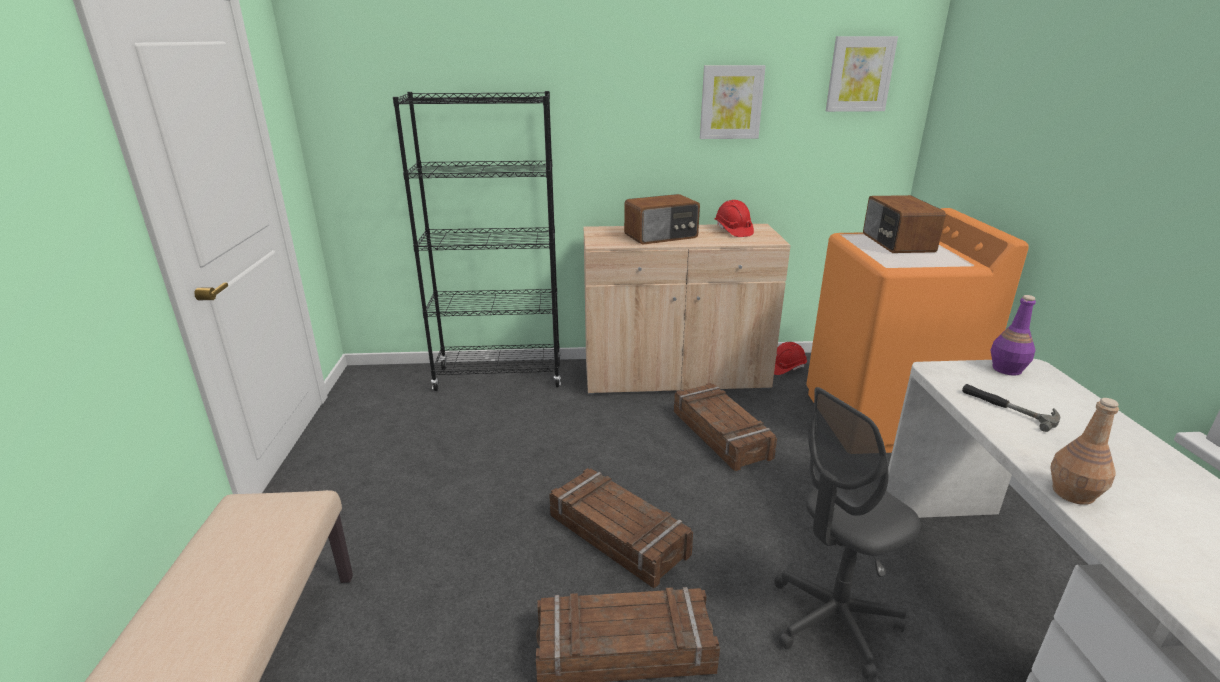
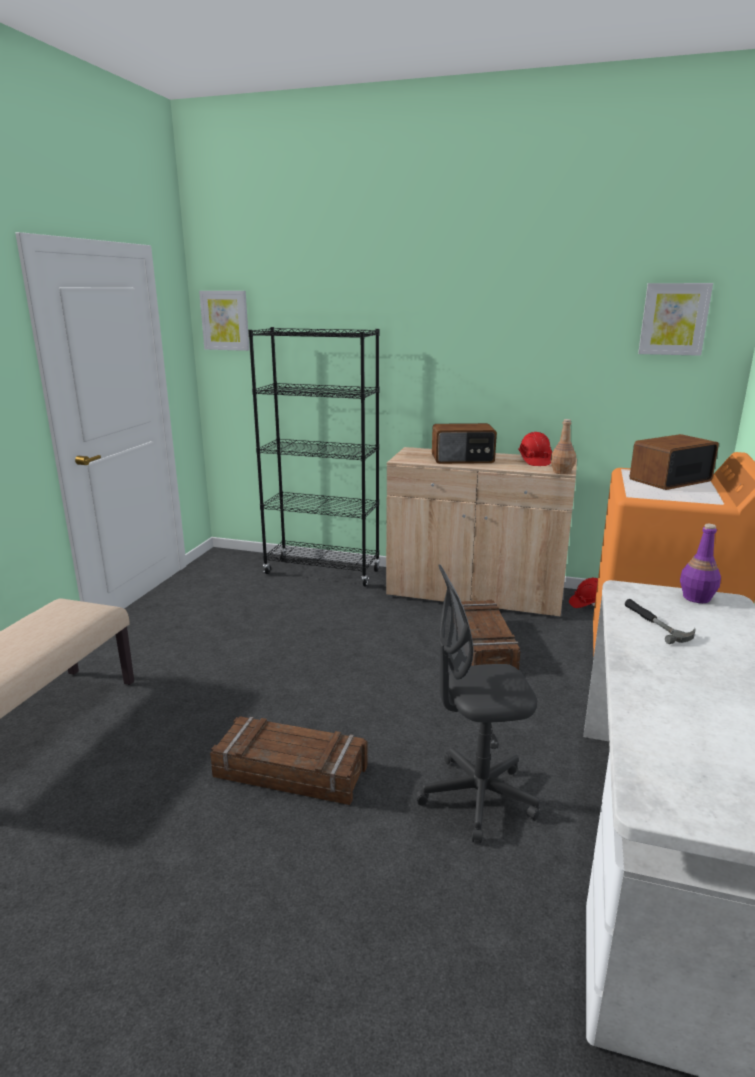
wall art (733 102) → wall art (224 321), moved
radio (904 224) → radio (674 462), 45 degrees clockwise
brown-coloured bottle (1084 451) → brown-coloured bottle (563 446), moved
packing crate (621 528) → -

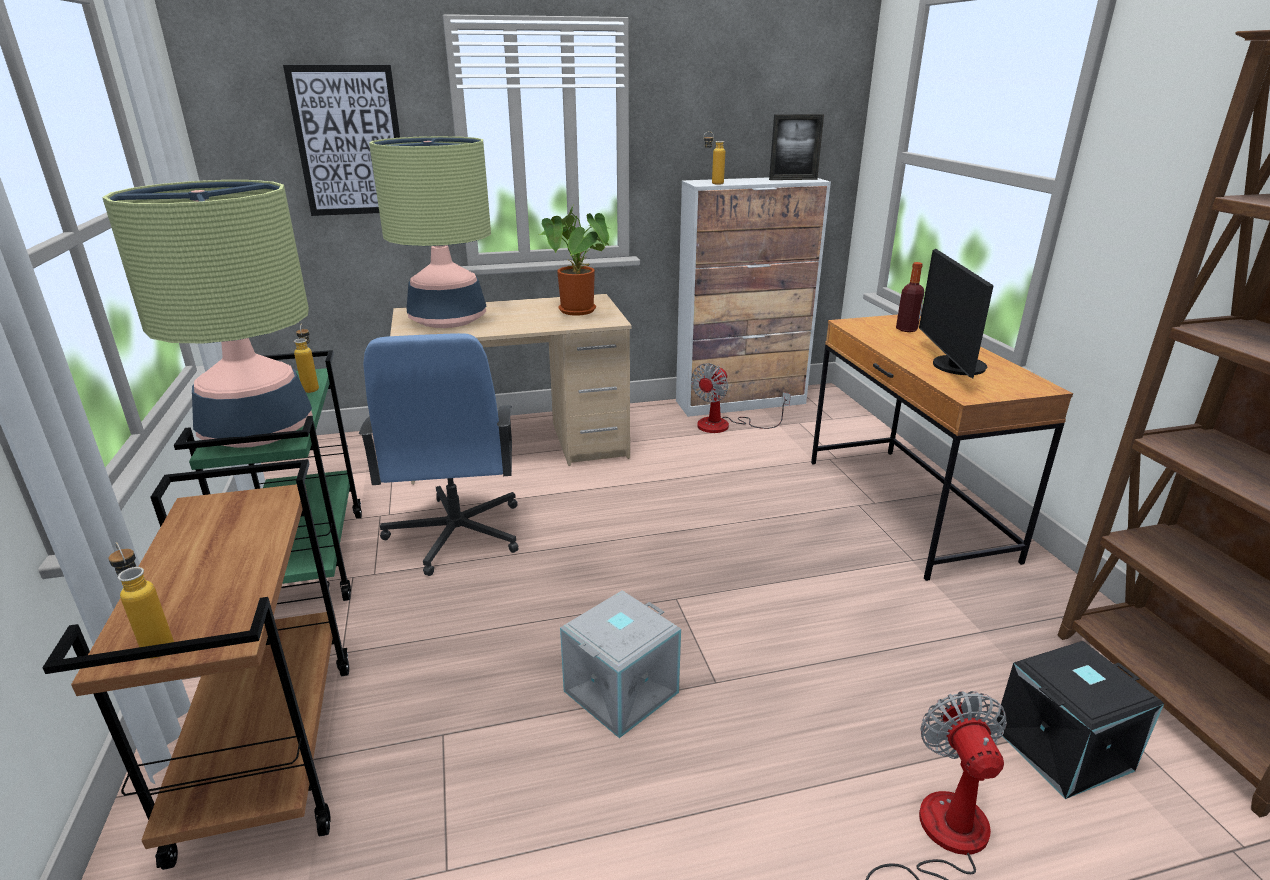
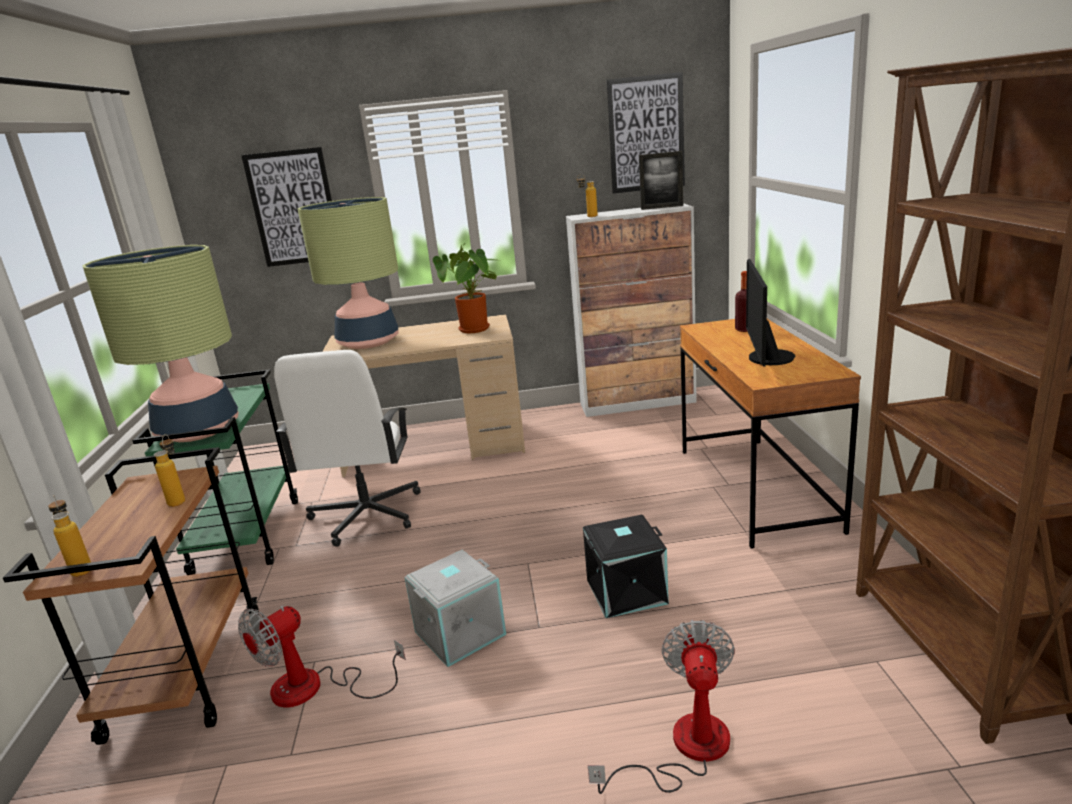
bottle (306 358) → bottle (169 470), moved
bluish office chair (439 454) → white office chair (347 448)
fan (741 398) → fan (322 656), moved
black-coloured storage container (1080 720) → black-coloured storage container (626 566), moved
- → wall art (645 133)

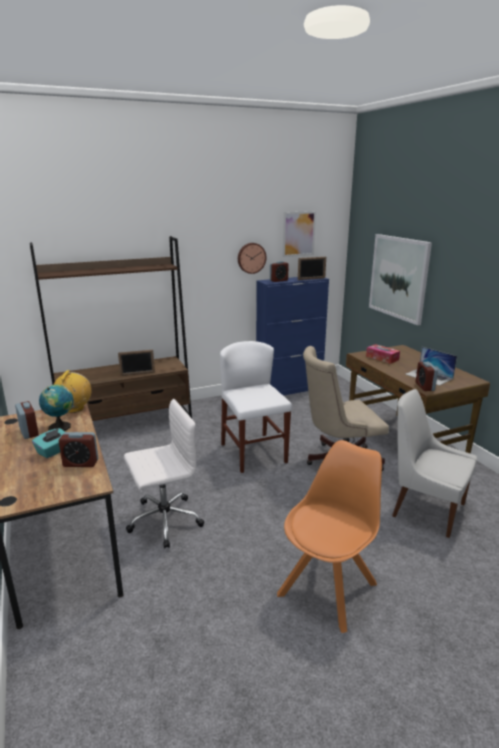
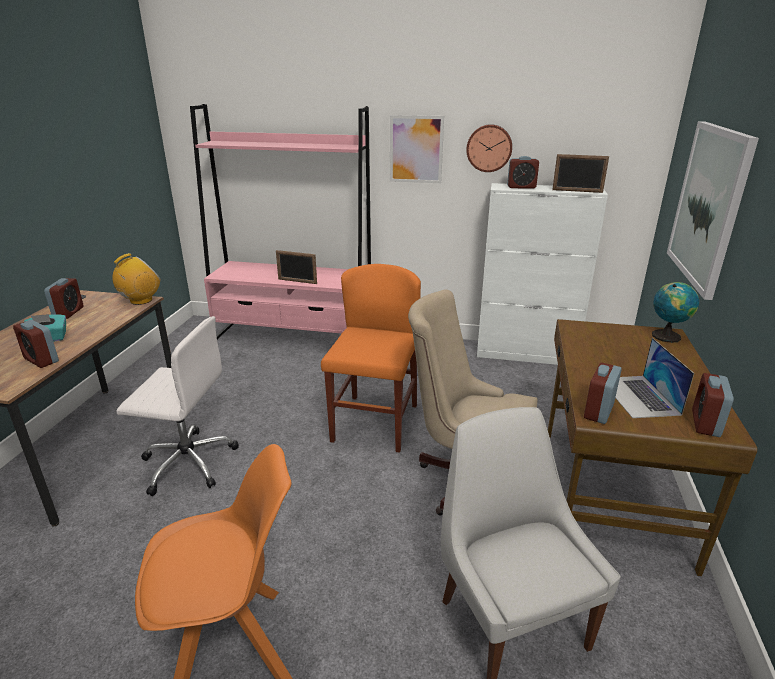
wall art (299 234) → wall art (417 149), moved
brown-coloured shelving unit (111 328) → pink-coloured shelving unit (280 221)
bluish cupboard (292 336) → white cupboard (542 274)
white chair (256 407) → orangey chair (371 358)
tissue holder (383 354) → -
desk globe (56 408) → desk globe (675 312), moved
- → bedside clock (713 405)

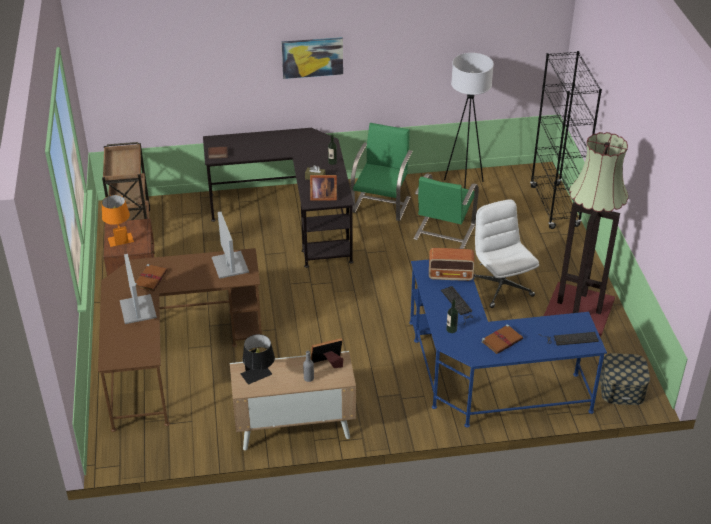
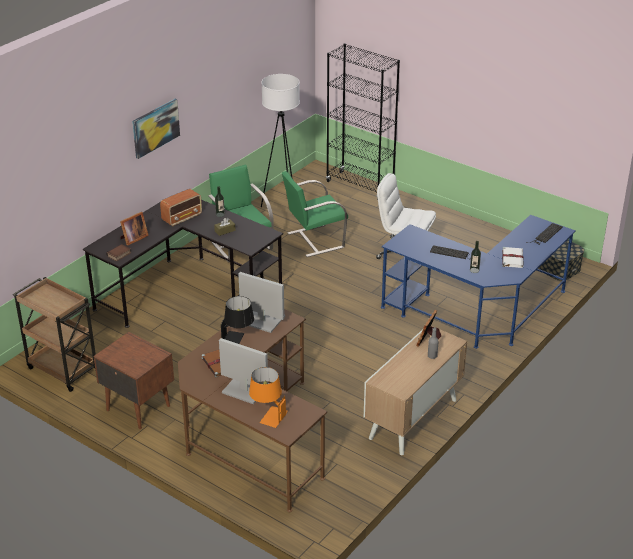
floor lamp (586 234) → -
greenish chair (446 211) → greenish chair (315 214), 90 degrees clockwise
standing frame (323 188) → standing frame (134 229), moved
orangey table lamp (118 221) → orangey table lamp (268 397), moved
radio (451 264) → radio (181 207), moved
brown-coloured volume (502 339) → white volume (512 257)
black-coloured table lamp (257 359) → black-coloured table lamp (237 320), moved

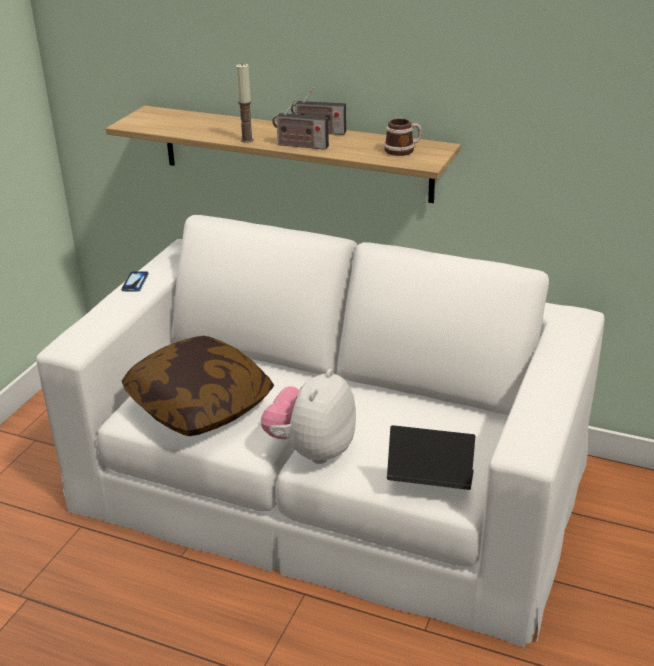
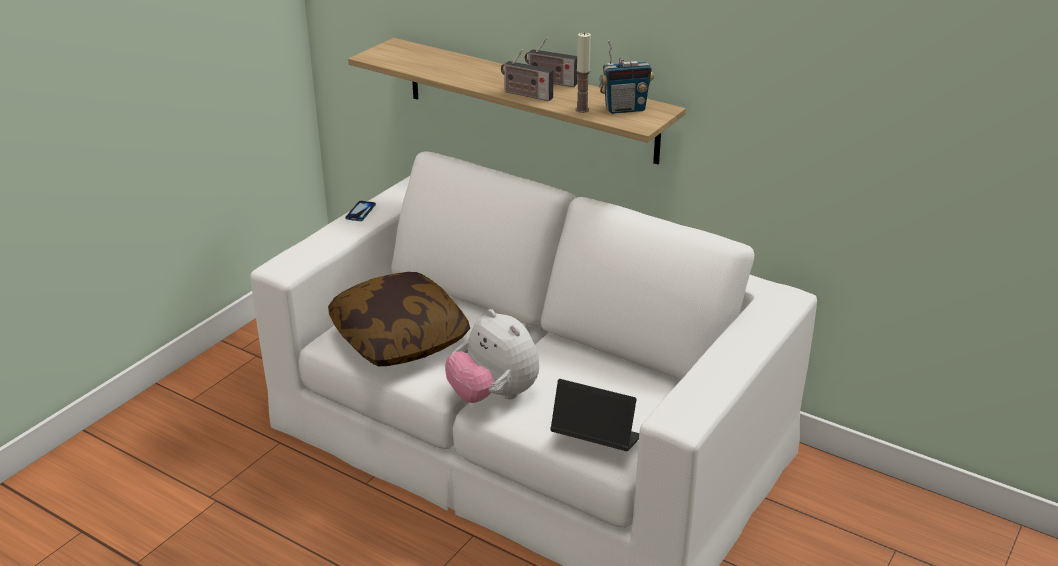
wax candle (245 103) → wax candle (583 72), moved
coffee mug (403 137) → radio (626 77)
cuddly toy (308 416) → cuddly toy (492 356), 75 degrees counterclockwise

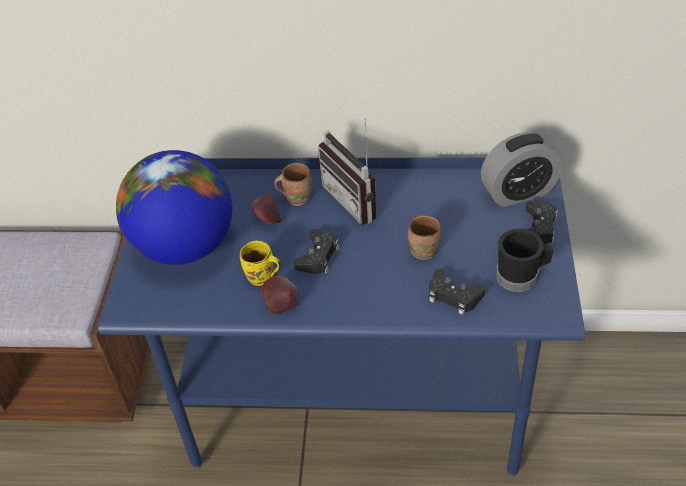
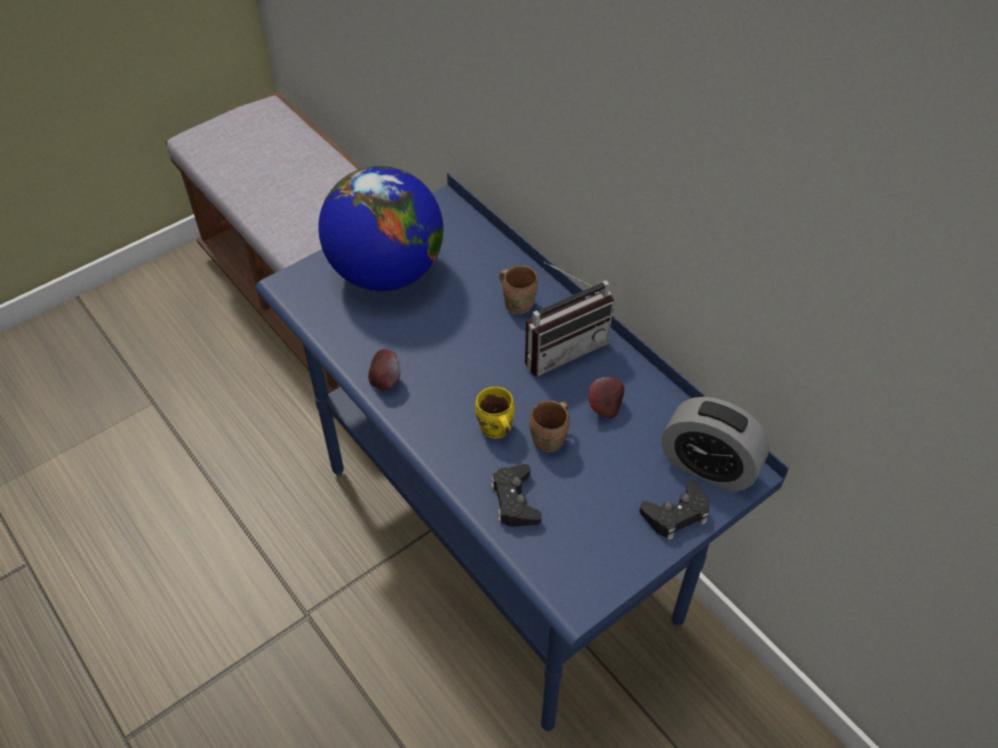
radio (347 171) → radio (569 319), 135 degrees counterclockwise
apple fruit (266 209) → apple fruit (606 397), moved
black-coloured joypad (316 251) → -
black-coloured coffee mug (524 260) → -
yellow coffee mug (260 263) → yellow coffee mug (495 413), moved

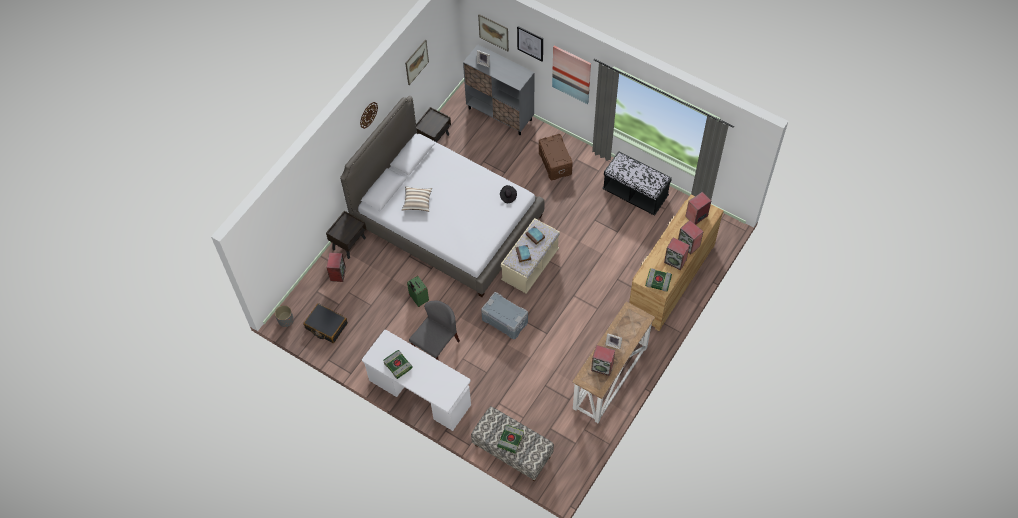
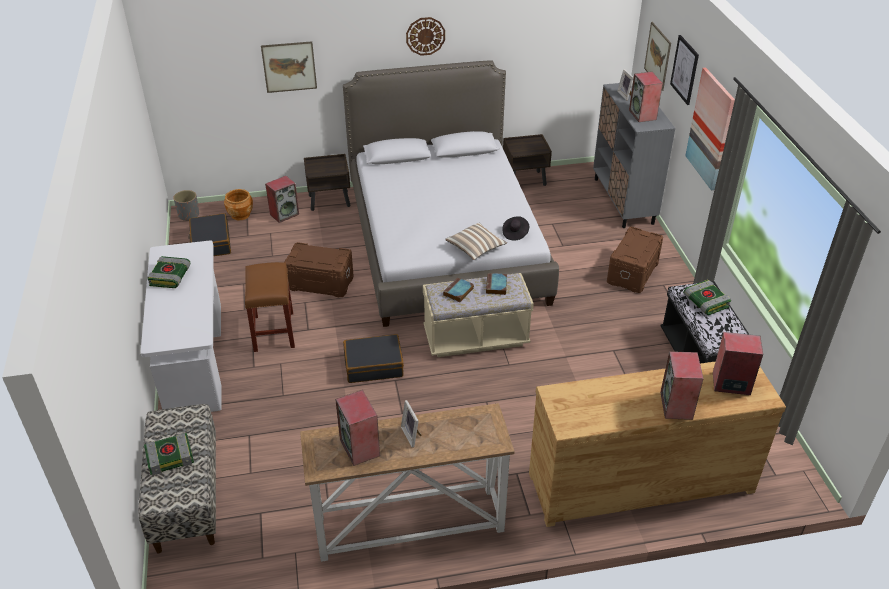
wall art (417 62) → wall art (289 67), moved
pillow (417 199) → pillow (476 241), moved
loudspeaker (677 253) → loudspeaker (646 97), moved
volume (658 280) → volume (707 297), moved
greenish piece of luggage (418 291) → brown-coloured storage container (319 269)
grey storage container (504 315) → black-coloured piece of luggage (373 358)
grey chair (434 330) → brown-coloured stool seat (270 307)
- → brown-coloured plant pot (238 204)

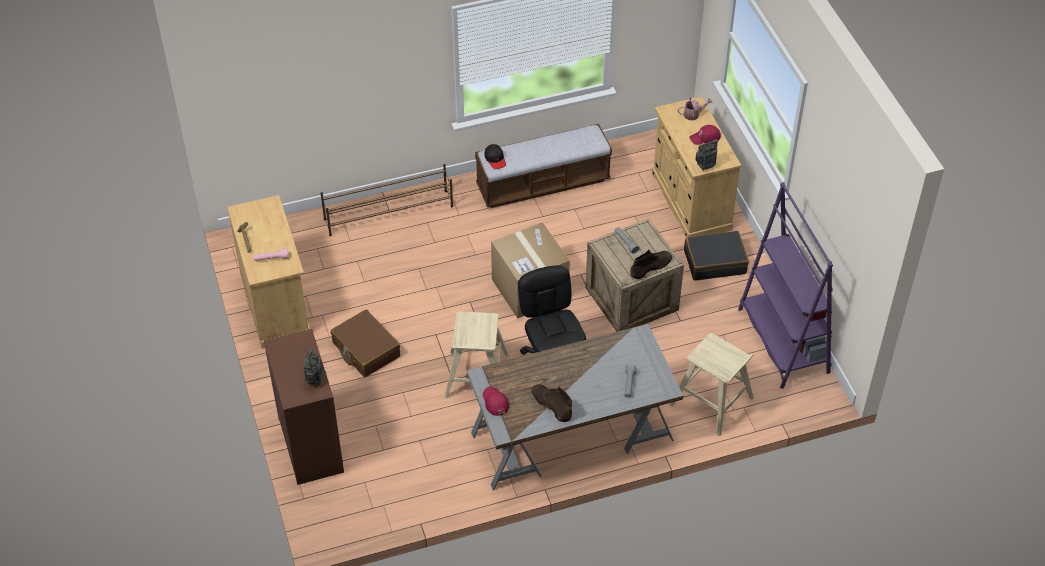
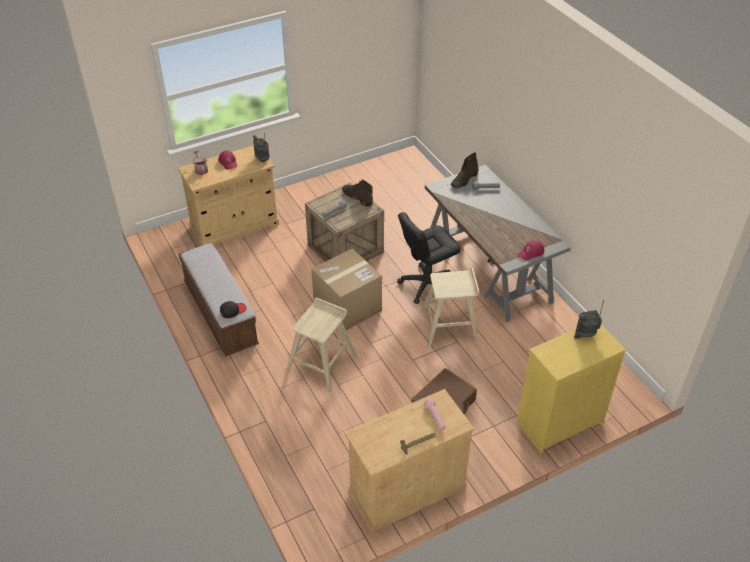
brown-coloured shoe shelf (387 200) → -
purplish shelving unit (785 285) → -
black-coloured piece of luggage (716 256) → -
brown-coloured drawer chest (304 407) → yellow drawer chest (571 389)
beige-coloured stool seat (712 385) → beige-coloured stool seat (321 345), moved
brown-coloured high-top boot (551 403) → brown-coloured high-top boot (465 170), moved

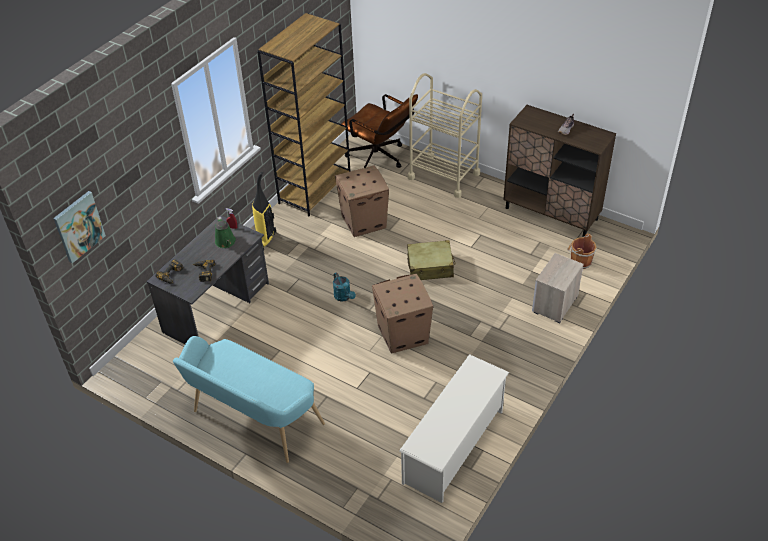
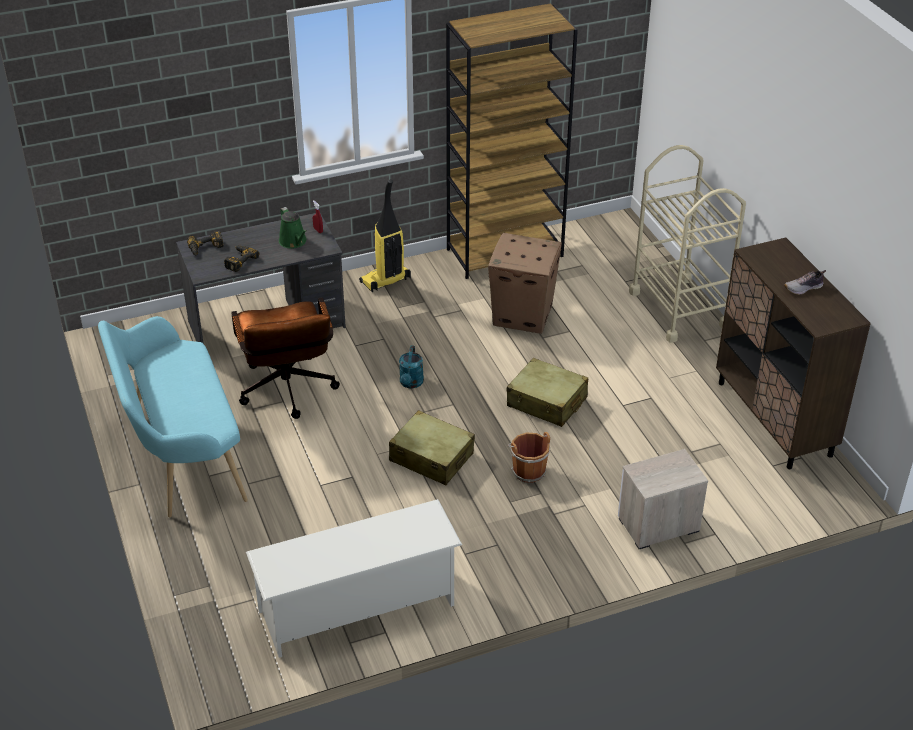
brown-coloured office chair (379 131) → brown-coloured office chair (285 358), moved
wall art (79 227) → -
greenish watering pot (225 232) → greenish watering pot (293 228), 45 degrees counterclockwise
brown-coloured water bucket (581 251) → brown-coloured water bucket (529 457), moved
cardboard box (402 314) → beige-coloured piece of luggage (432 447)

